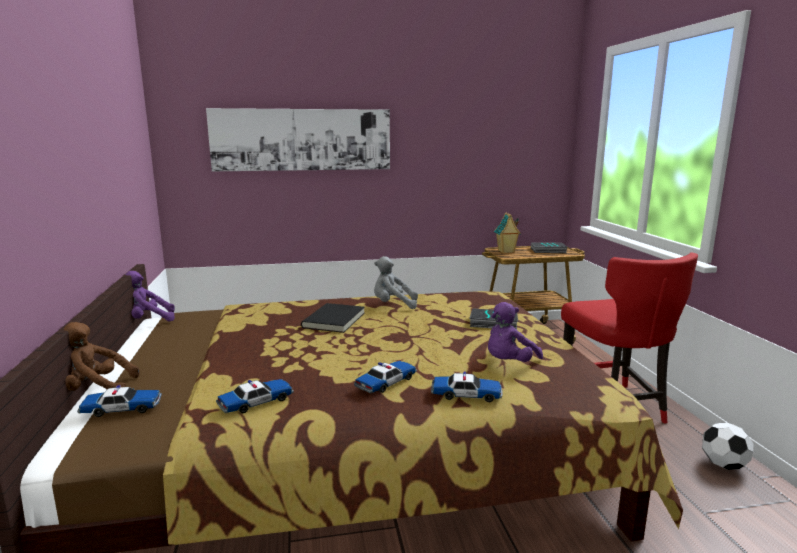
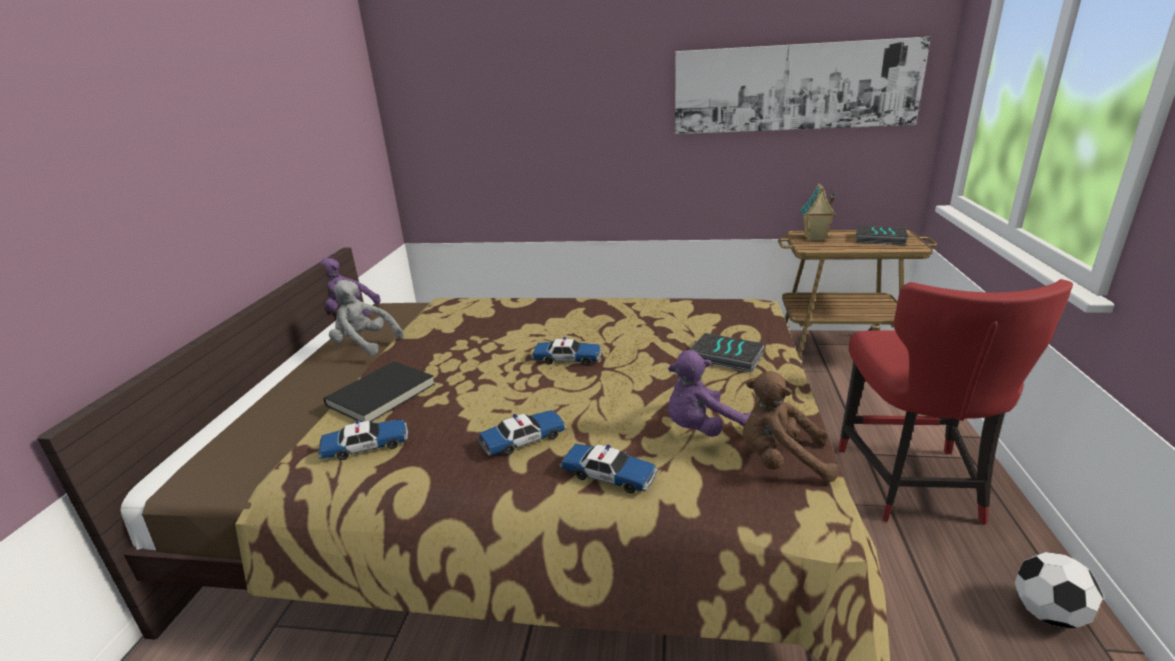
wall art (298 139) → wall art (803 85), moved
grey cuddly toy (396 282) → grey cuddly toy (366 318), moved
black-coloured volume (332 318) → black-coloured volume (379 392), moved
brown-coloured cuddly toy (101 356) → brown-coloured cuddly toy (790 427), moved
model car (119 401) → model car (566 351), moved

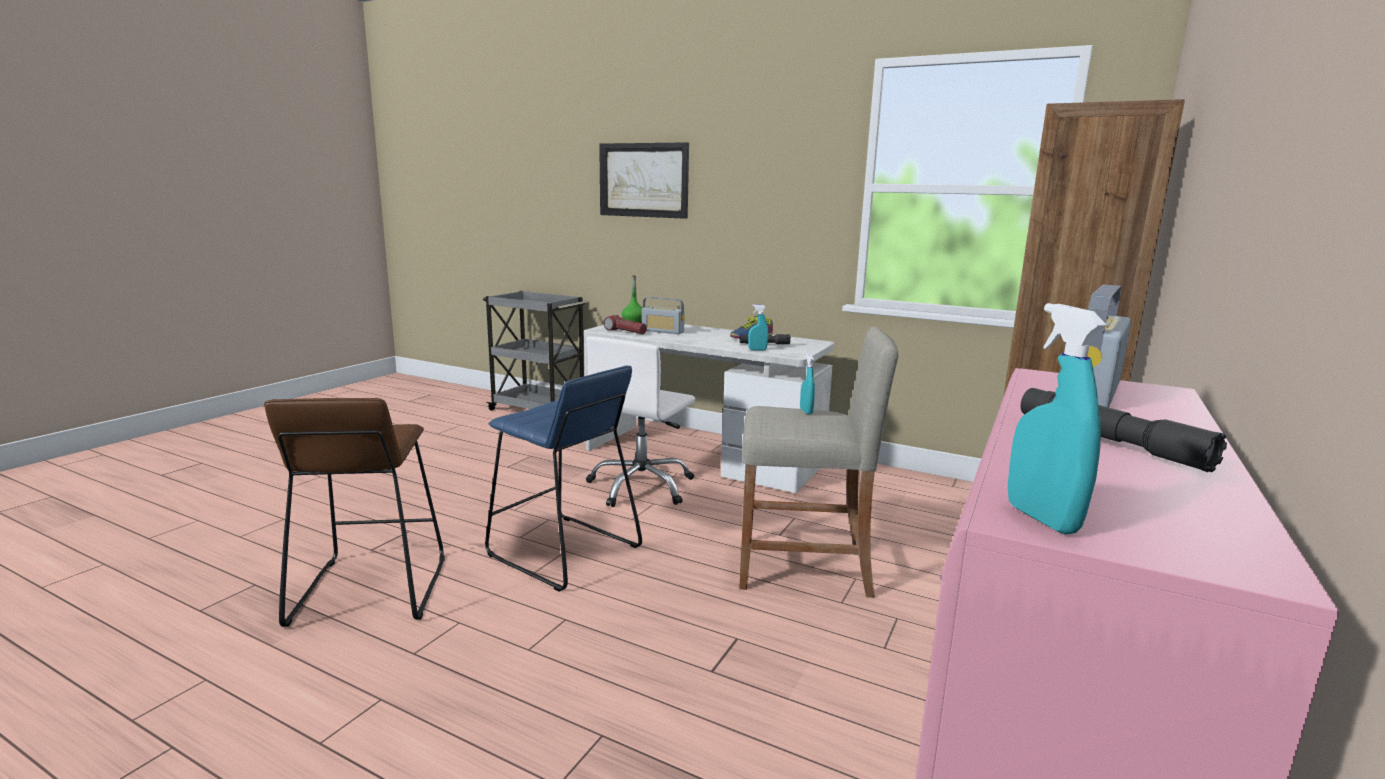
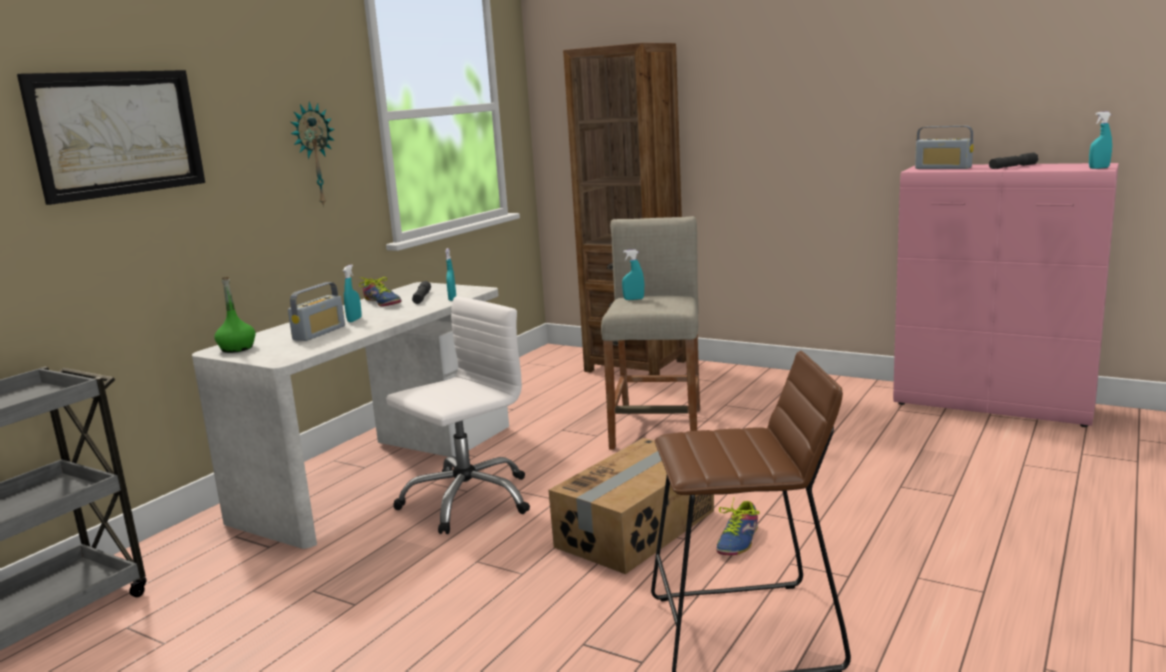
flashlight (625 324) → -
white office chair (640 421) → white office chair (458 415), 75 degrees counterclockwise
bluish stool seat (563 478) → cardboard box (631 506)
- → wall clock (312 154)
- → blue-green hand sprayer (352 293)
- → shoe (738 527)

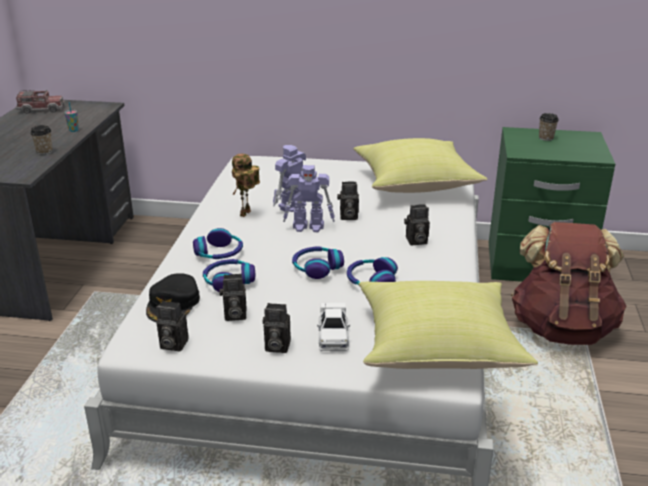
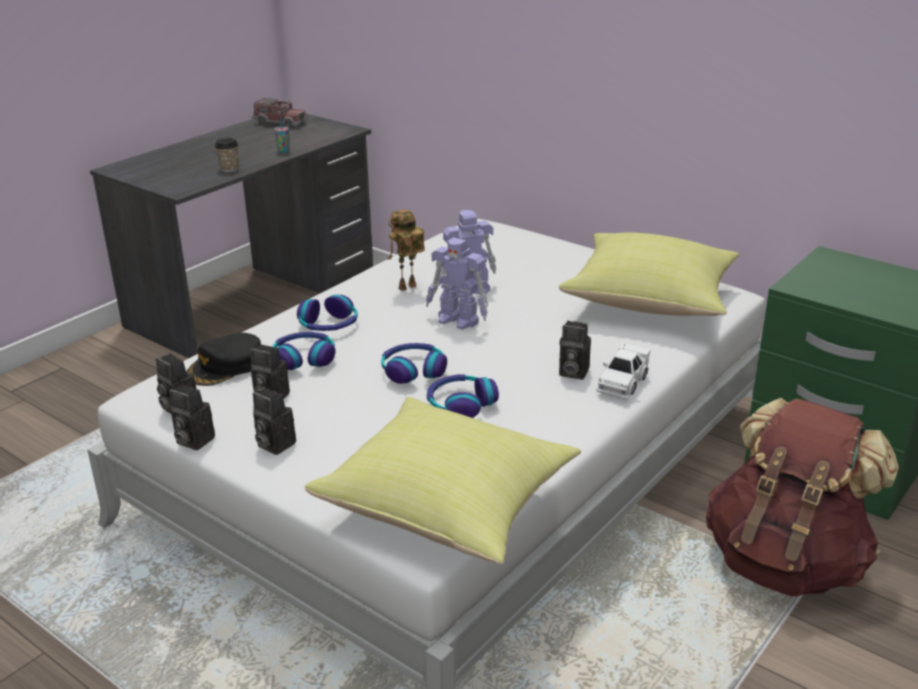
small cup (549 127) → -
still camera (348 200) → still camera (192 417), moved
white model car (333 326) → white model car (623 371), moved

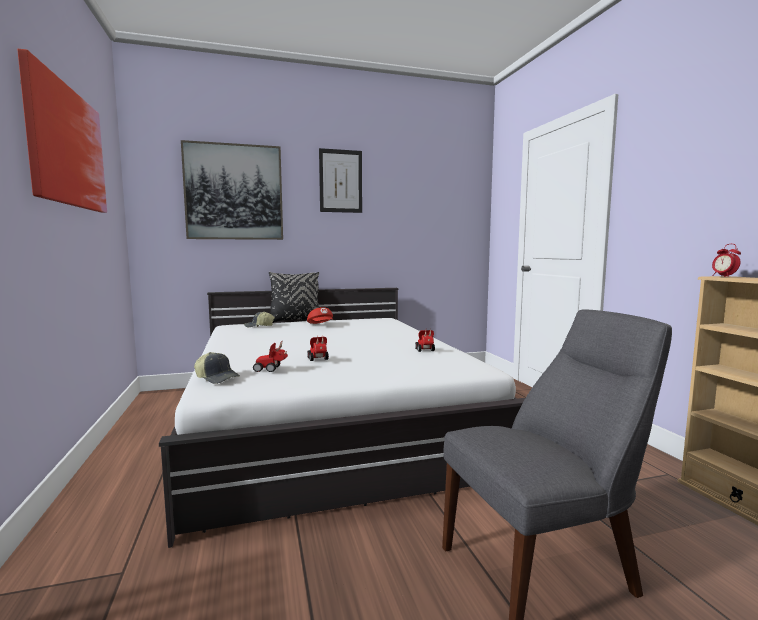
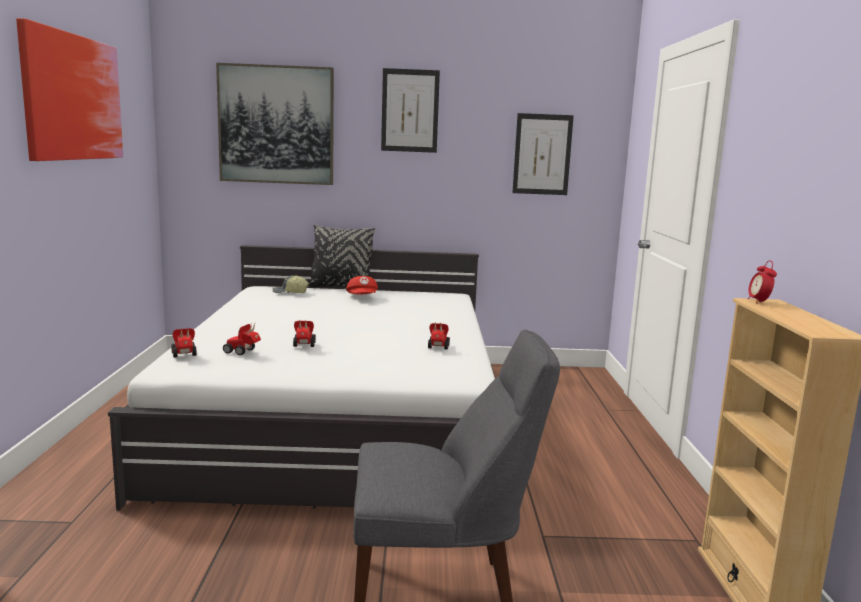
baseball cap (217 368) → model car (184 343)
- → wall art (543 154)

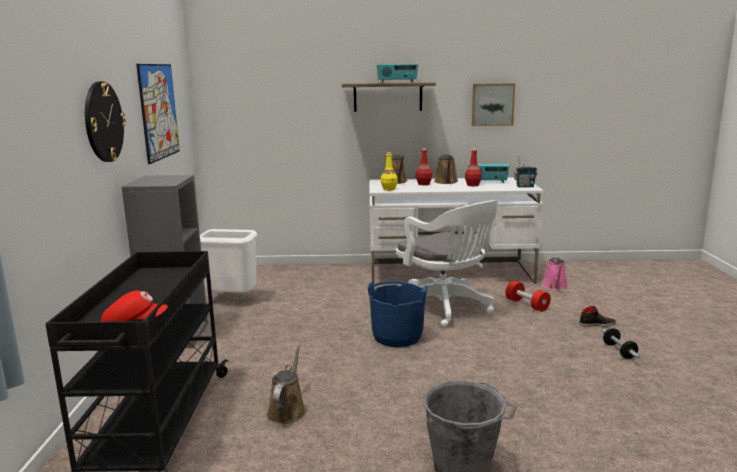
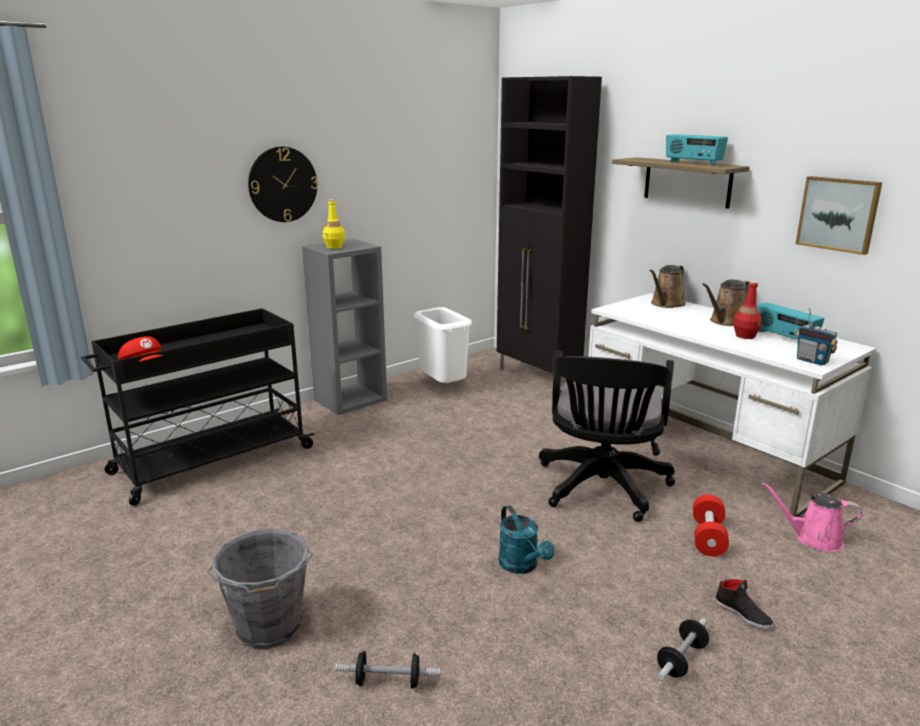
wall art (158 114) → -
reddish bottle (424 167) → -
yellow bottle (389 171) → yellow bottle (334 224), moved
white office chair (447 263) → black-coloured office chair (607 436)
pink-coloured watering pot (555 273) → pink-coloured watering pot (812 517), 45 degrees clockwise
bluish water bucket (398 314) → -
brown-coloured watering pot (286 383) → -
- → black-coloured cupboard (549 225)
- → blue-green watering pot (527 539)
- → hand weight (388 670)

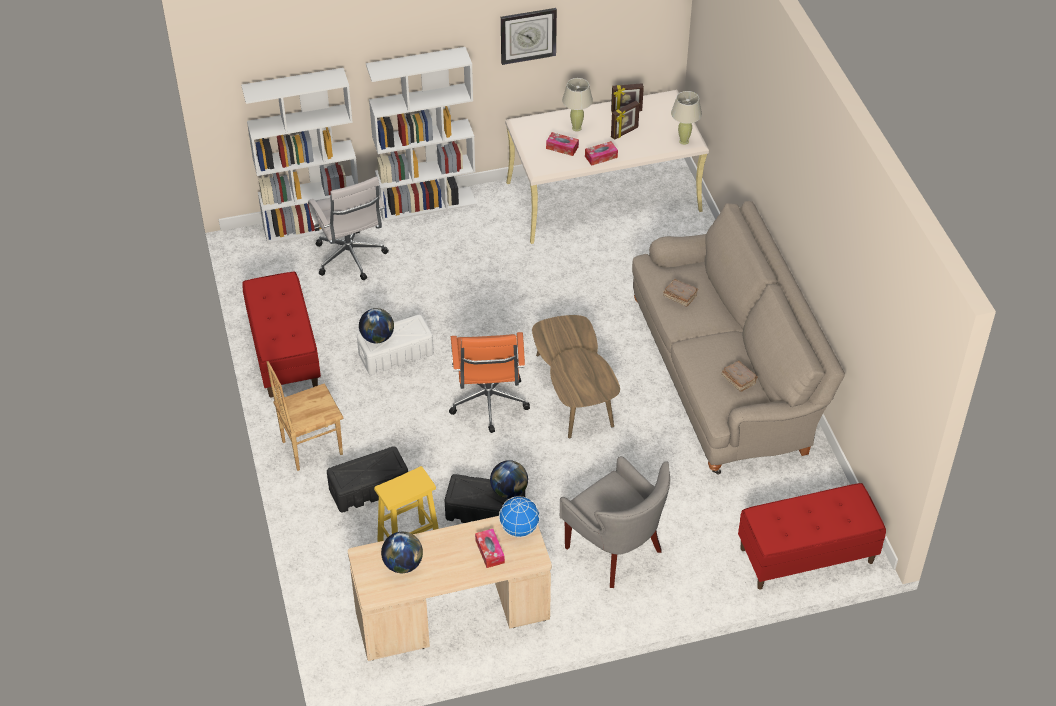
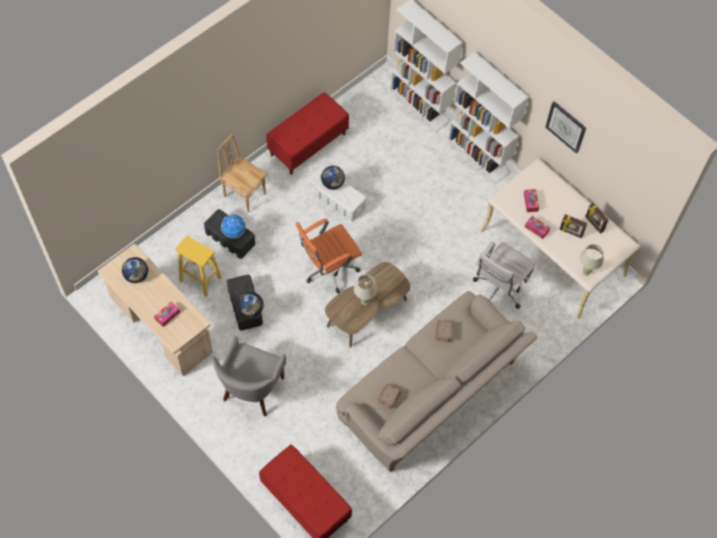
beige-coloured table lamp (577 104) → beige-coloured table lamp (366 289), moved
white office chair (348 228) → white office chair (504 275), moved
desk globe (519 516) → desk globe (233 226), moved

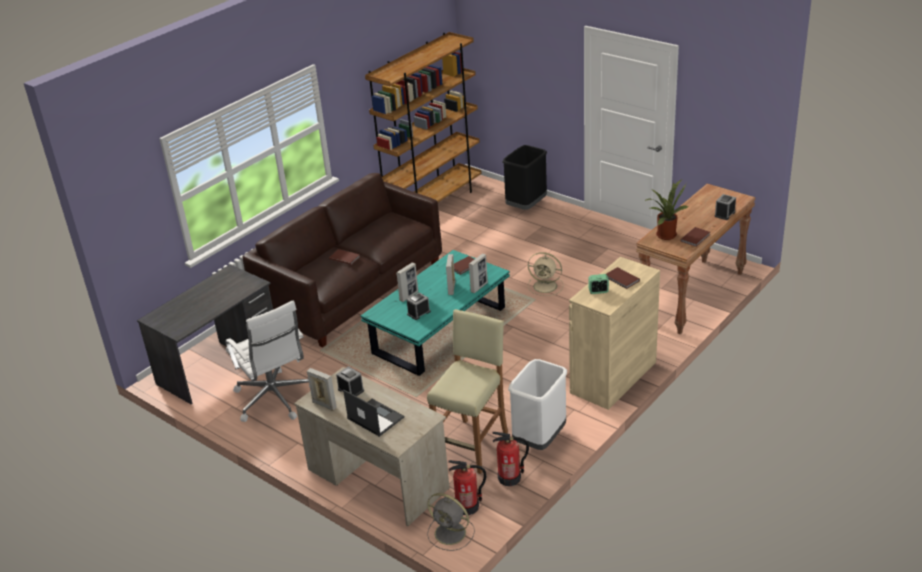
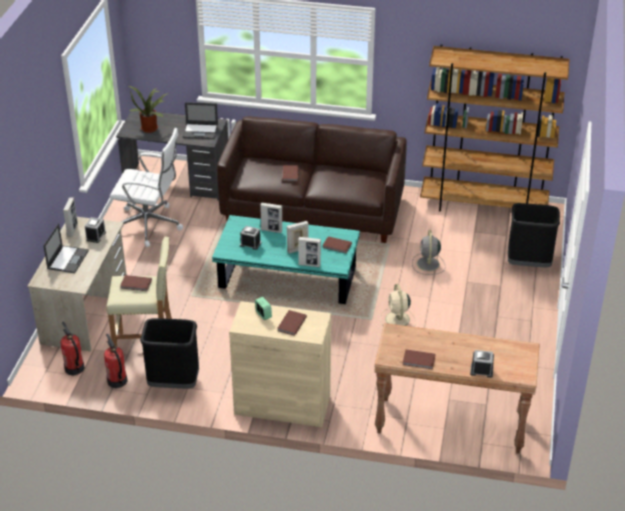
houseplant (666 209) → houseplant (148 109), moved
white office chair (268 361) → white office chair (146 187), 105 degrees counterclockwise
white waste bin (537 404) → black-coloured waste bin (169 353)
grey fan (451 522) → grey fan (428 252), moved
- → laptop (200 120)
- → brown-coloured volume (136 283)

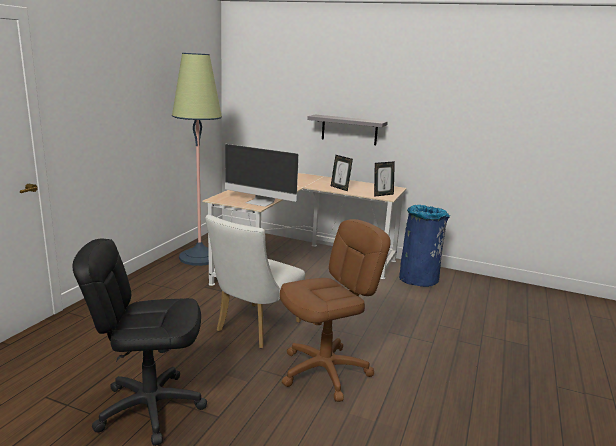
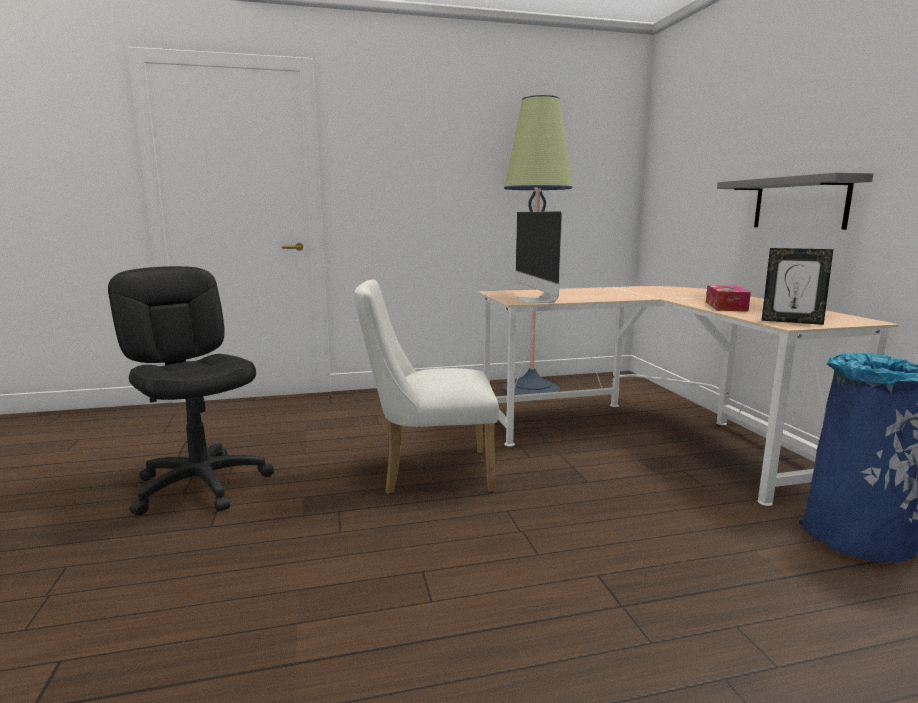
standing frame (342 173) → tissue holder (728 298)
brown-coloured office chair (335 310) → -

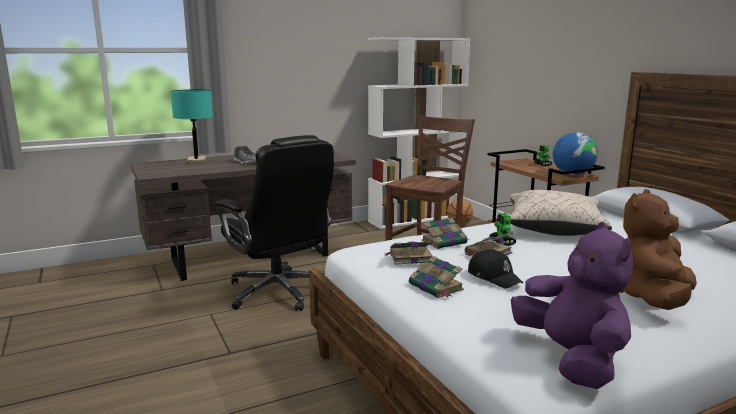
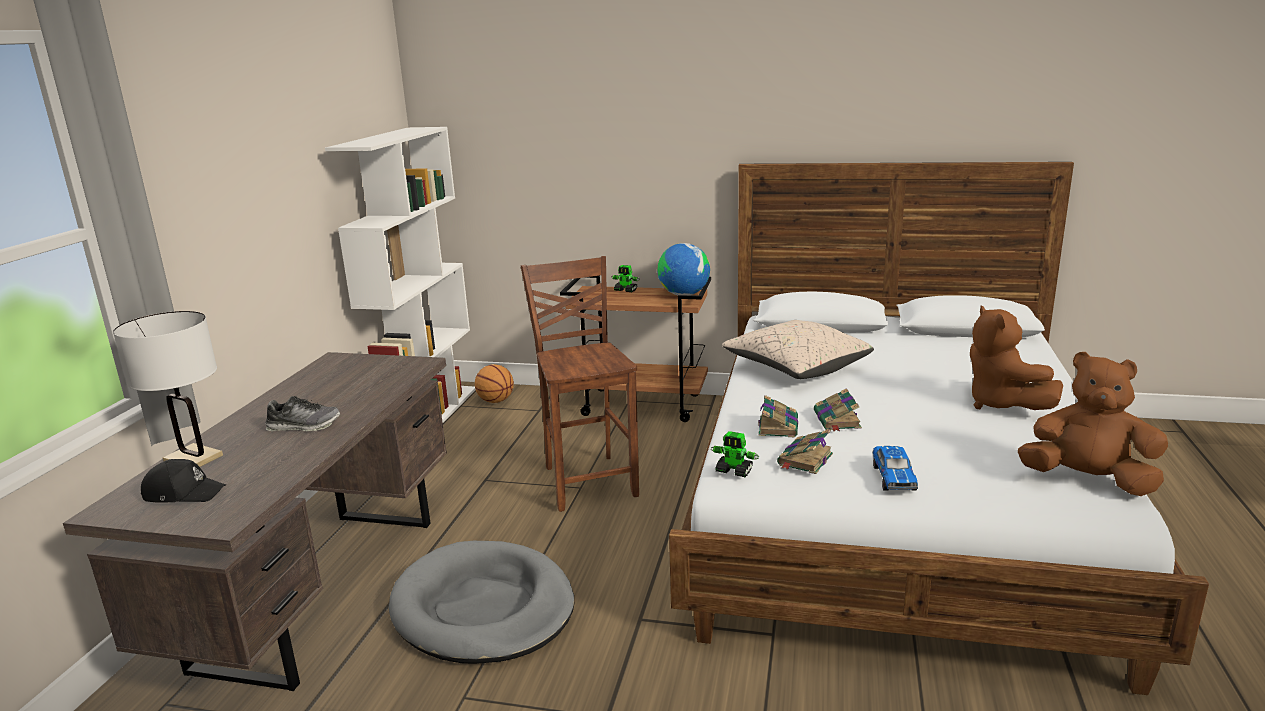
blue-green table lamp (191 126) → white table lamp (168 389)
black-coloured office chair (274 223) → grey pet bed (481 602)
toy robot (502 229) → toy robot (735 454), moved
purplish cuddly toy (572 305) → brown-coloured cuddly toy (1093 424)
black-coloured baseball cap (495 269) → black-coloured baseball cap (183 481), moved
volume (436 277) → model car (895 468)

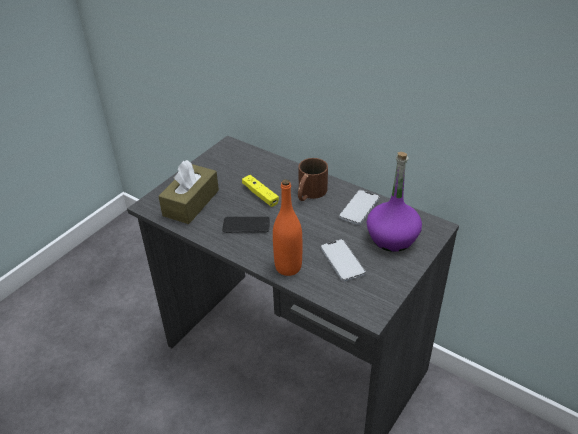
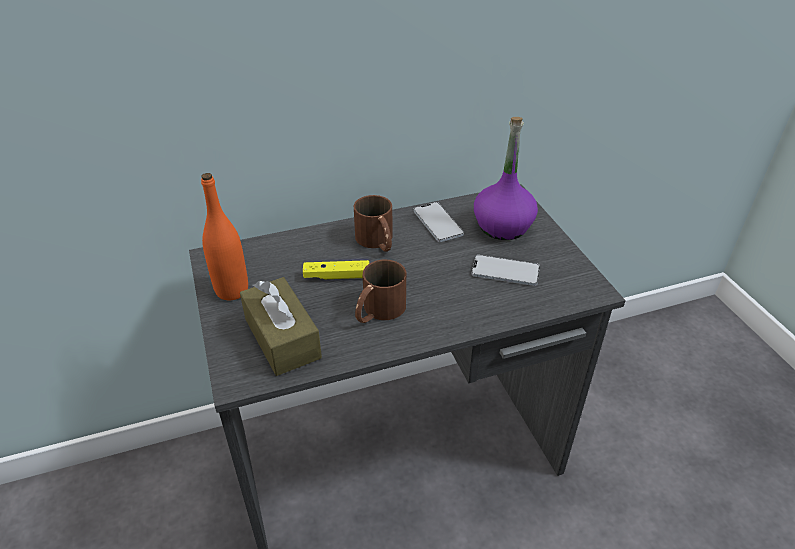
orangey bottle (287 227) → orangey bottle (224 236), moved
telephone (246 225) → brown-coloured coffee mug (380 291)

